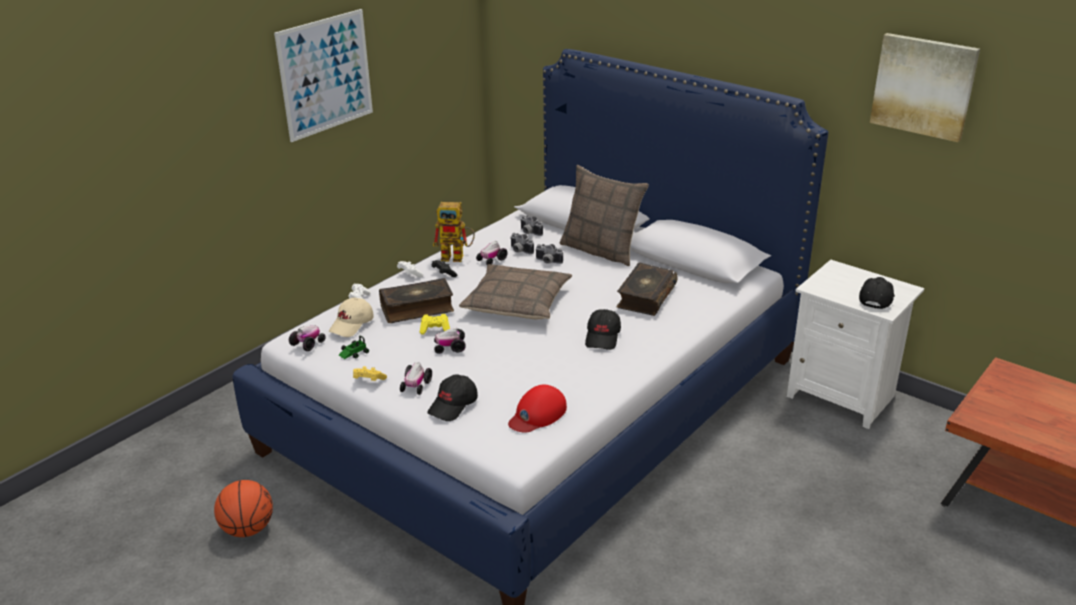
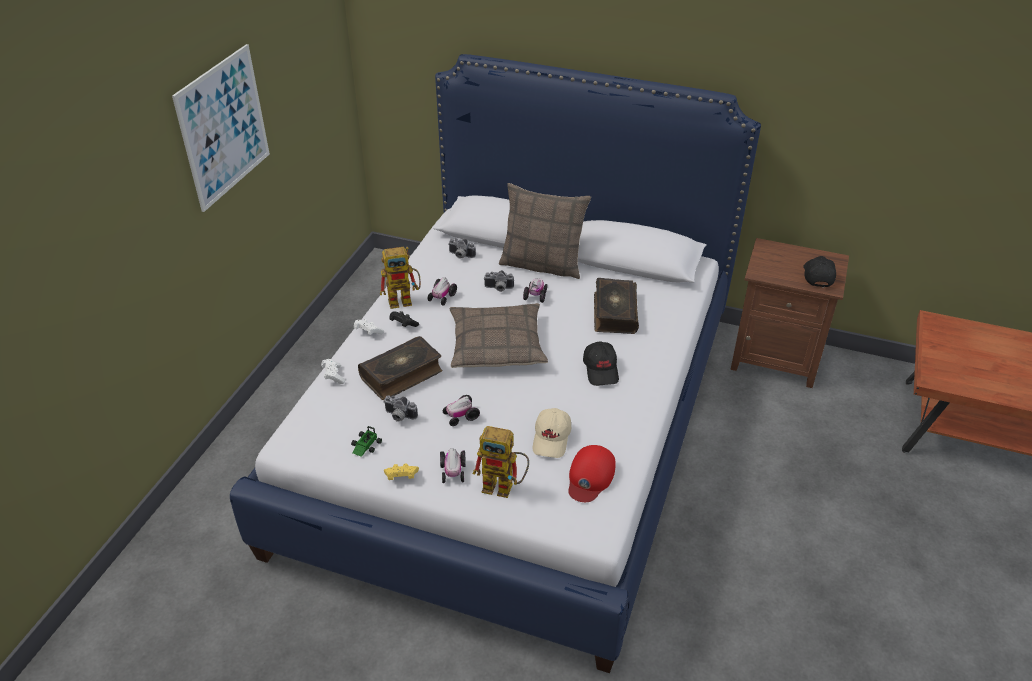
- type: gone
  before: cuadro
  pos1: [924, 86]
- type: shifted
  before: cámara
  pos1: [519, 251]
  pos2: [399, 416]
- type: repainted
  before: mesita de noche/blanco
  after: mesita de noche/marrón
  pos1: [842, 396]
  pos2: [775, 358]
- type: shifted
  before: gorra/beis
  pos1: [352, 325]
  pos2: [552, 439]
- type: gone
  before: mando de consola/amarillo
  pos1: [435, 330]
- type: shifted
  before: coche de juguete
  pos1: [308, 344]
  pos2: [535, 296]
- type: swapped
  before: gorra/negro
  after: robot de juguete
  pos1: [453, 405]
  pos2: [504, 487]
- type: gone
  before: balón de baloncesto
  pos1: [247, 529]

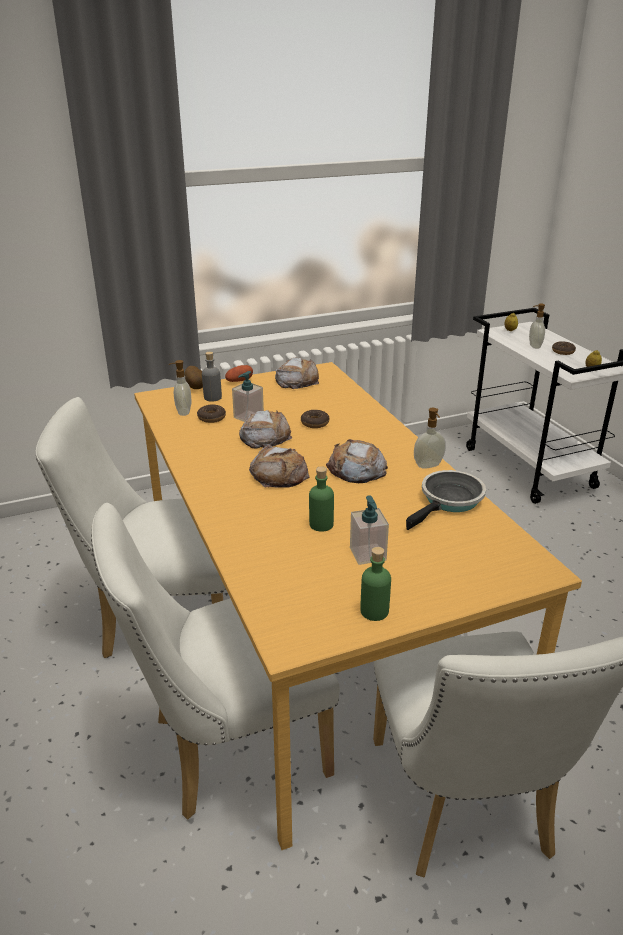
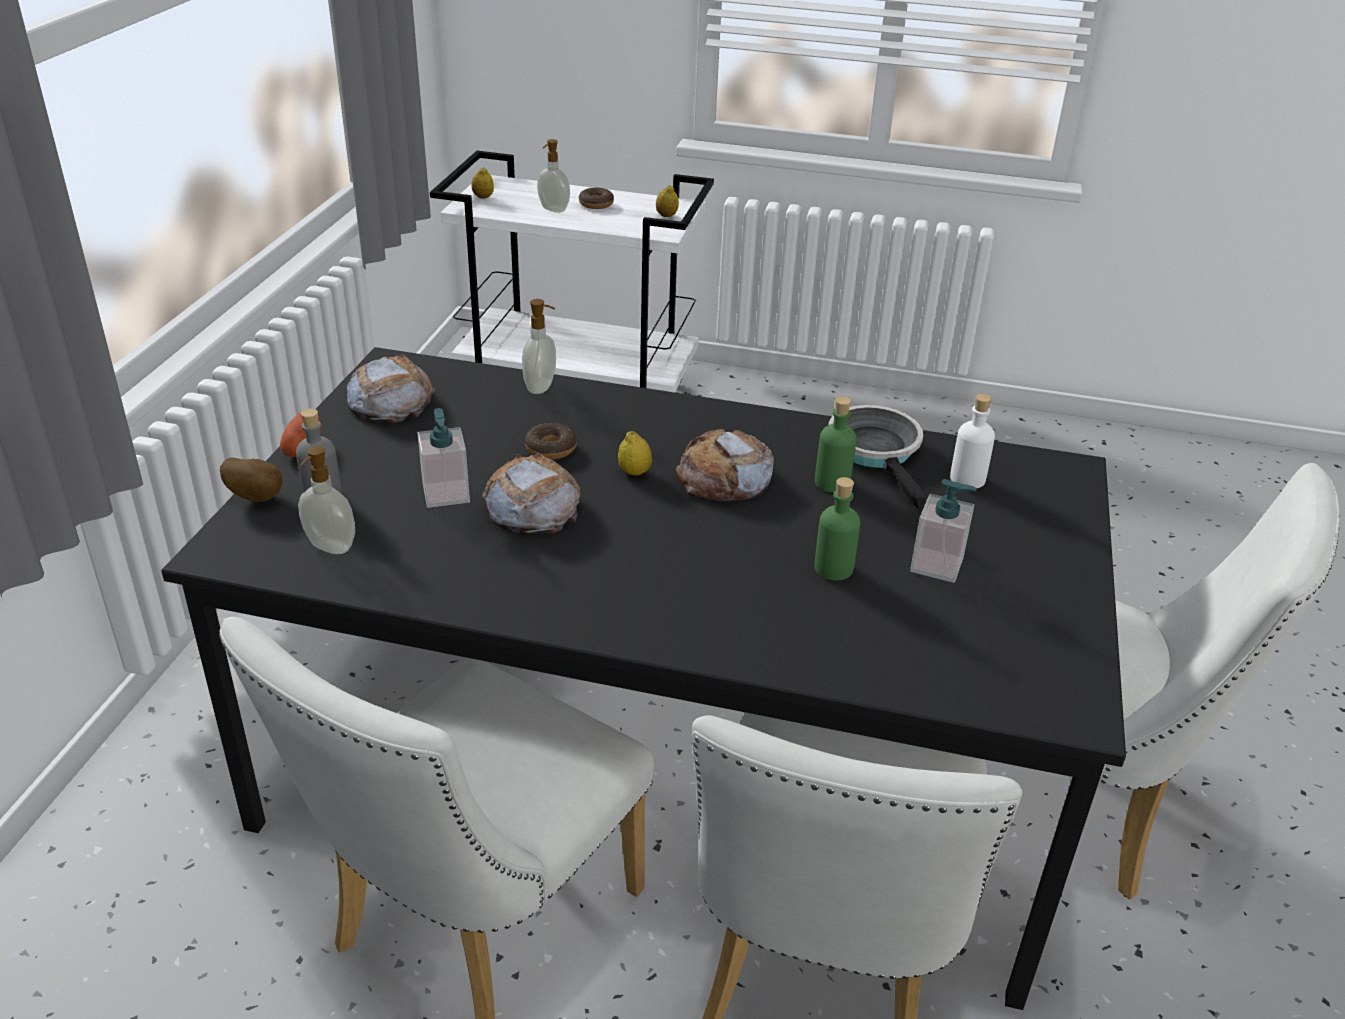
- type: repainted
  before: mesa de comedor/naranja
  after: mesa de comedor/negro
  pos1: [308, 625]
  pos2: [659, 766]
- type: gone
  before: rosquilla
  pos1: [211, 418]
- type: shifted
  before: dispensador de jabón
  pos1: [428, 466]
  pos2: [541, 387]
- type: gone
  before: pan
  pos1: [279, 474]
- type: shifted
  before: botella/verde
  pos1: [374, 611]
  pos2: [832, 482]
- type: new
  after: botella/blanco
  pos2: [967, 479]
- type: new
  after: limón
  pos2: [634, 472]

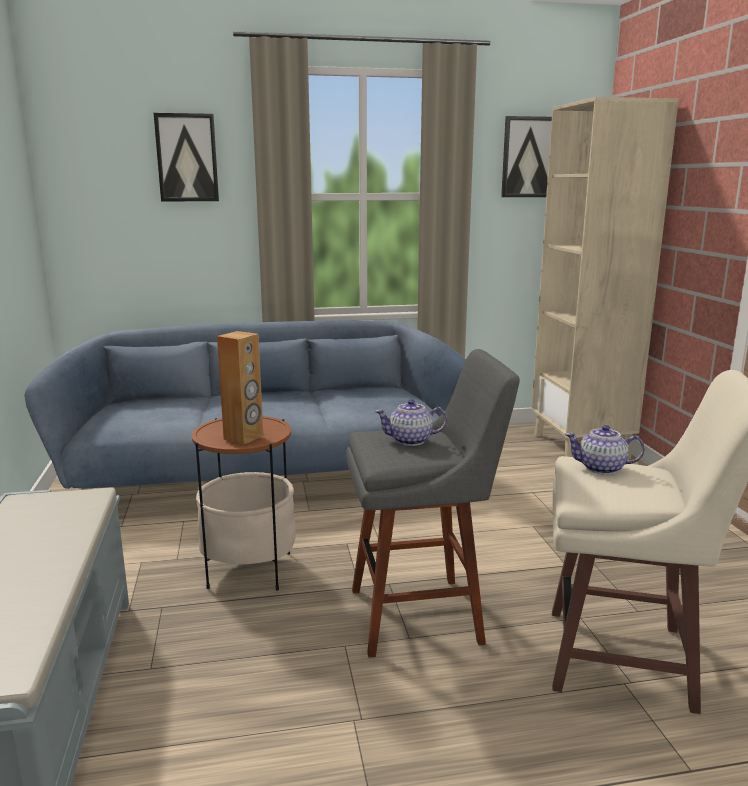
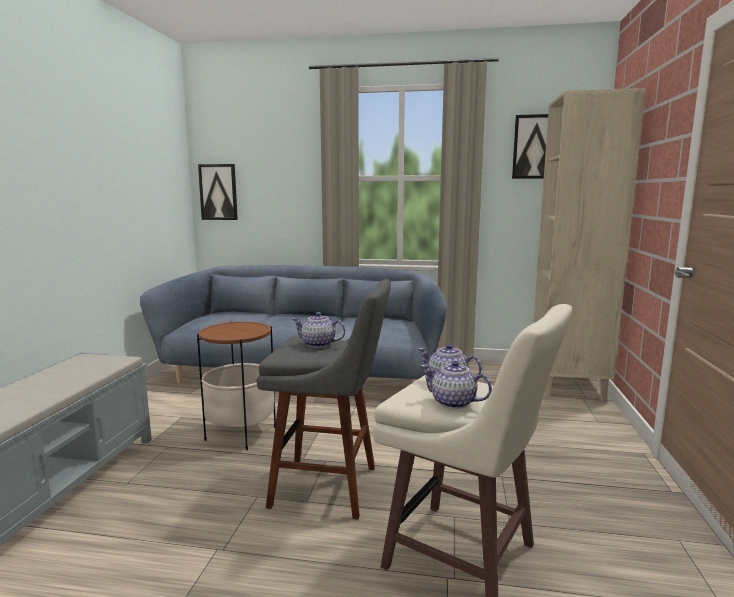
- type: shifted
  before: cuadro
  pos1: [187, 158]
  pos2: [218, 192]
- type: gone
  before: altavoz/marrón
  pos1: [244, 437]
- type: new
  after: tetera
  pos2: [454, 403]

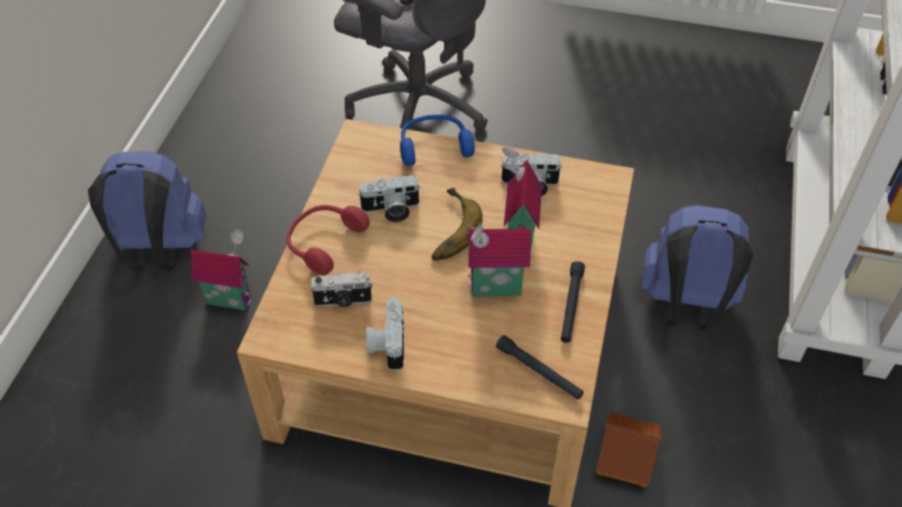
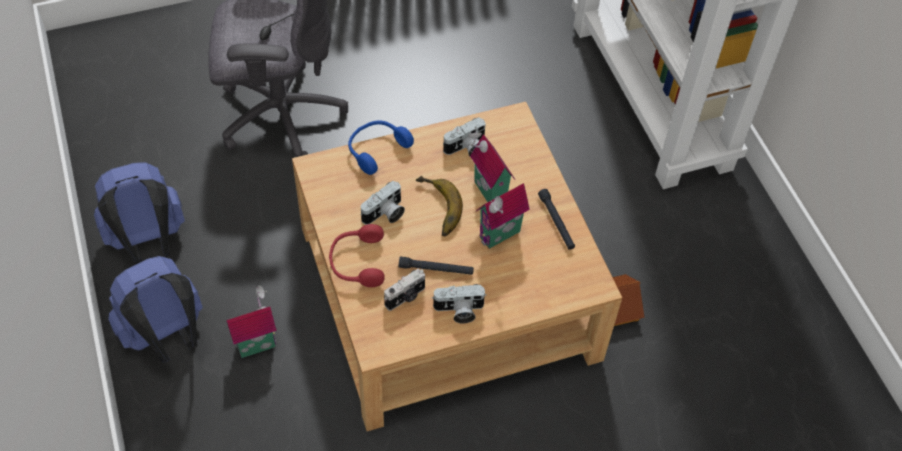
- type: shifted
  before: mochila/azul
  pos1: [686, 307]
  pos2: [148, 243]
- type: rotated
  before: cámara
  pos1: [386, 344]
  pos2: [459, 311]
  turn: -60
- type: shifted
  before: linterna/negro
  pos1: [539, 372]
  pos2: [436, 269]

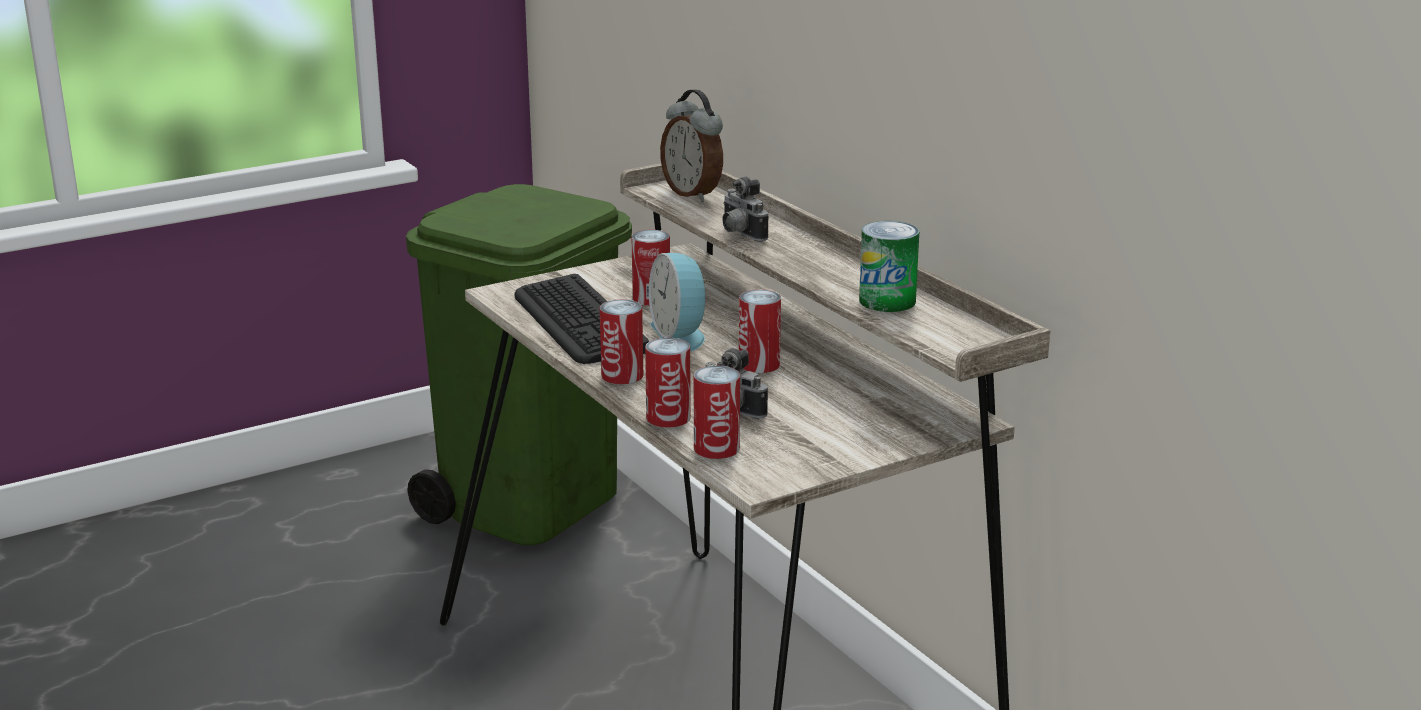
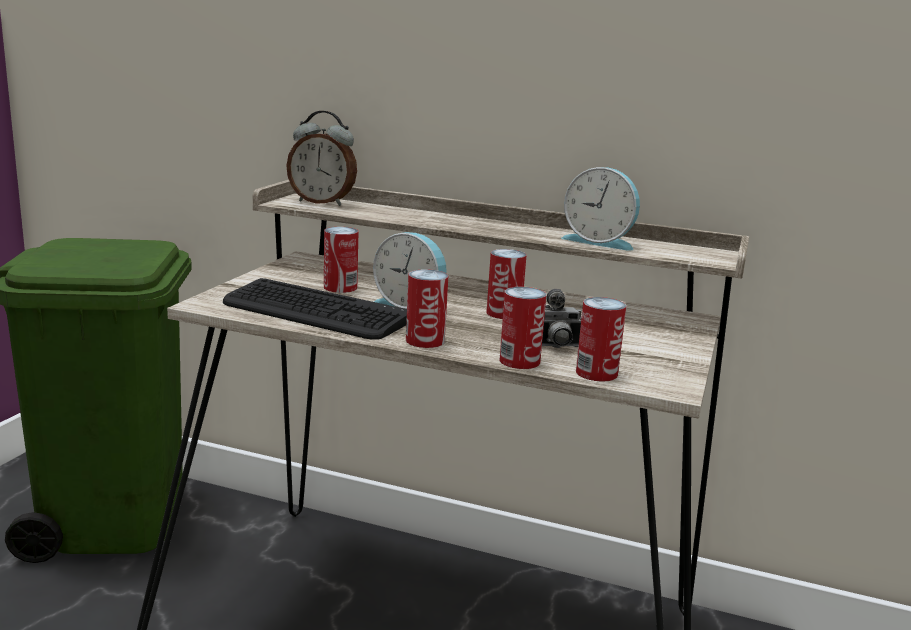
- type: gone
  before: cámara
  pos1: [740, 234]
- type: swapped
  before: lata
  after: despertador
  pos1: [887, 301]
  pos2: [600, 241]

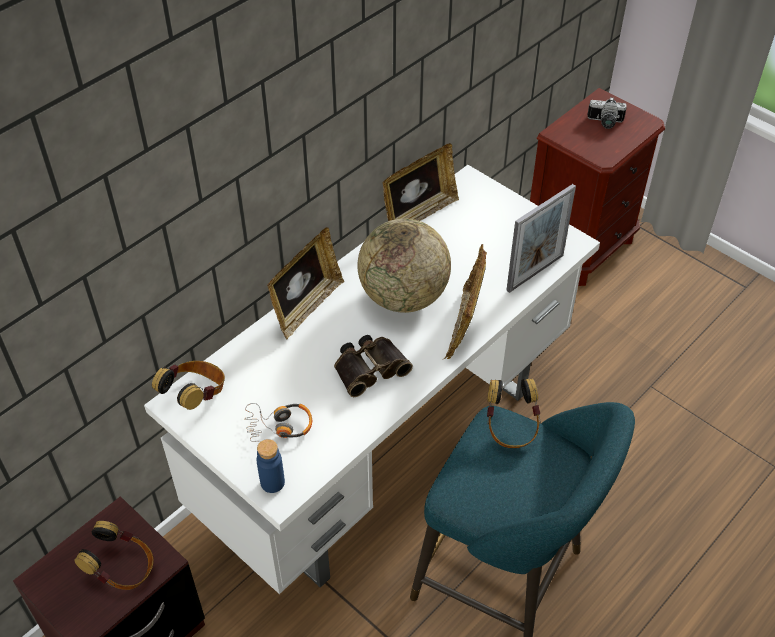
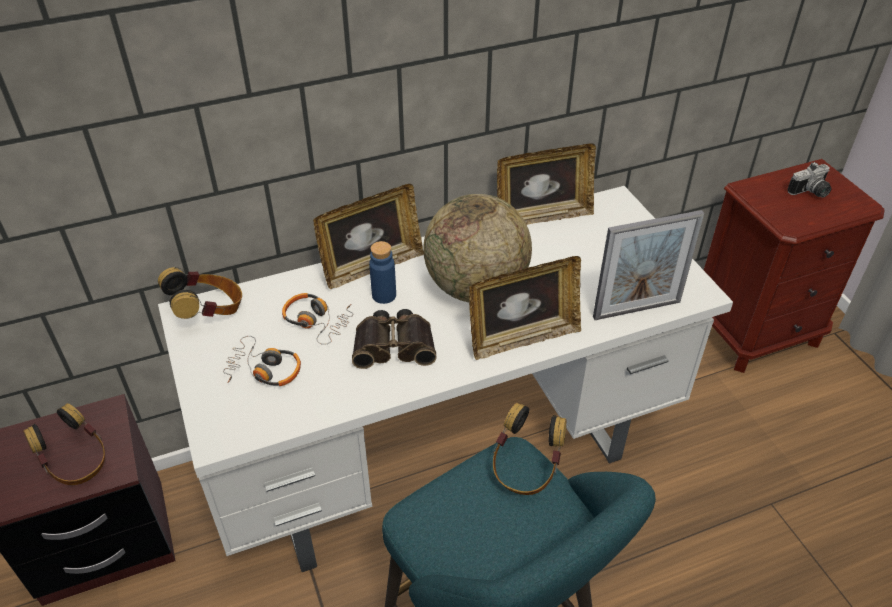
- type: rotated
  before: cámara
  pos1: [605, 123]
  pos2: [810, 192]
  turn: -60
- type: rotated
  before: portarretratos
  pos1: [464, 326]
  pos2: [522, 338]
  turn: -150
- type: shifted
  before: botella/azul
  pos1: [272, 482]
  pos2: [384, 295]
- type: new
  after: auriculares
  pos2: [317, 321]

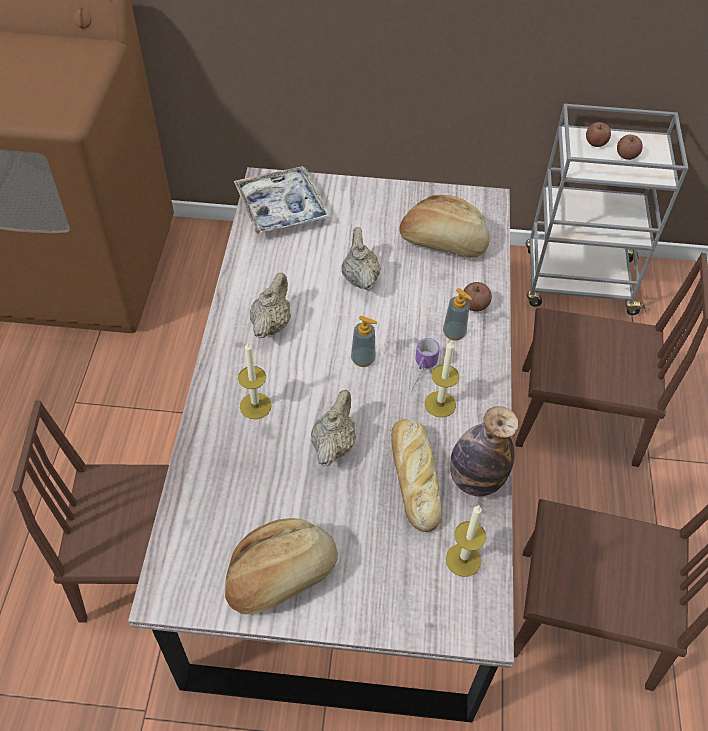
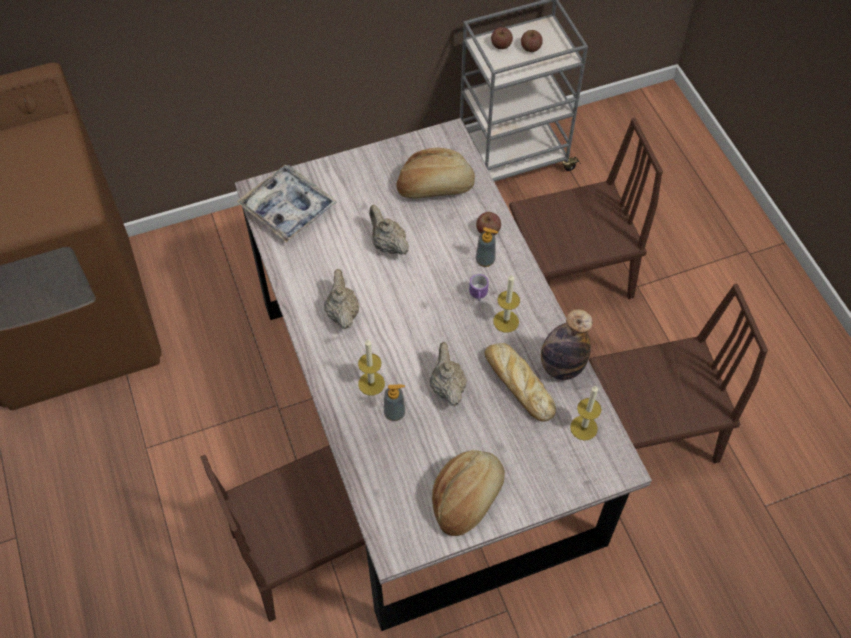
- type: shifted
  before: dispensador de jabón
  pos1: [363, 359]
  pos2: [394, 413]

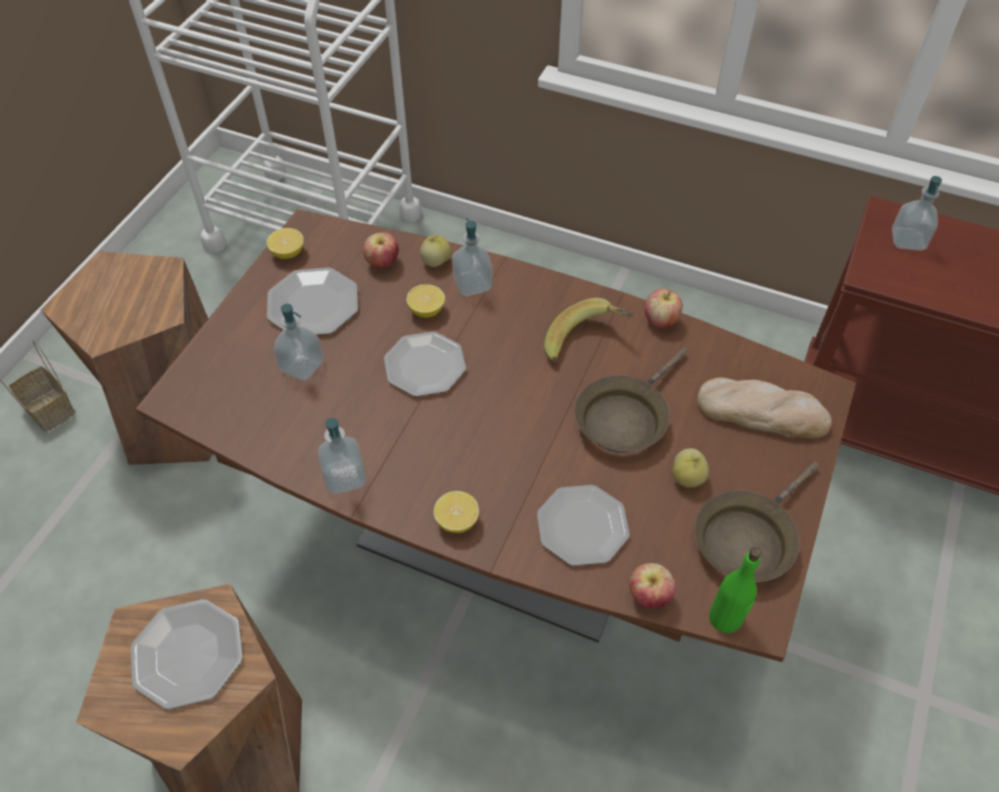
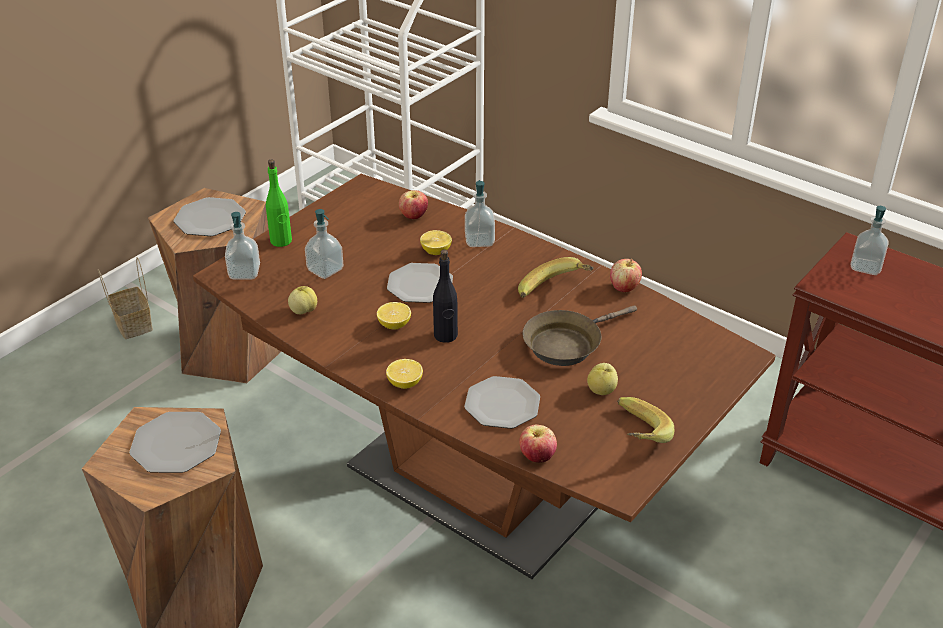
- type: shifted
  before: limón
  pos1: [288, 253]
  pos2: [394, 325]
- type: shifted
  before: manzana
  pos1: [435, 261]
  pos2: [303, 311]
- type: shifted
  before: plato
  pos1: [313, 304]
  pos2: [210, 219]
- type: gone
  before: pan
  pos1: [762, 412]
- type: shifted
  before: dispensador de jabón
  pos1: [345, 477]
  pos2: [244, 273]
- type: swapped
  before: sartén/marrón
  after: plátano
  pos1: [747, 538]
  pos2: [635, 436]
- type: shifted
  before: botella/verde
  pos1: [726, 618]
  pos2: [281, 241]
- type: new
  after: botella/negro
  pos2: [445, 335]

